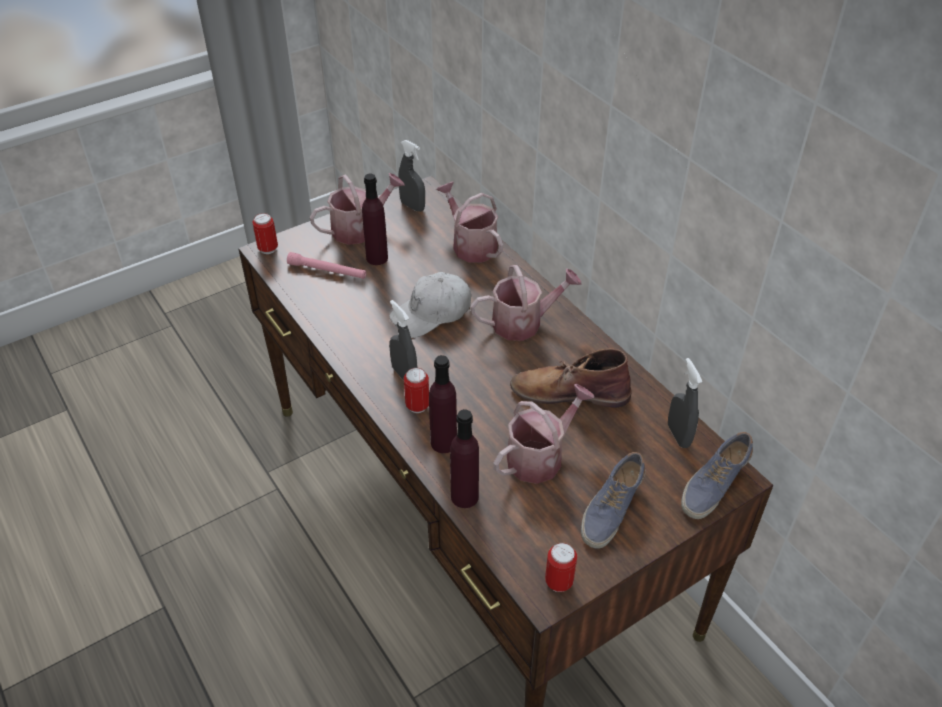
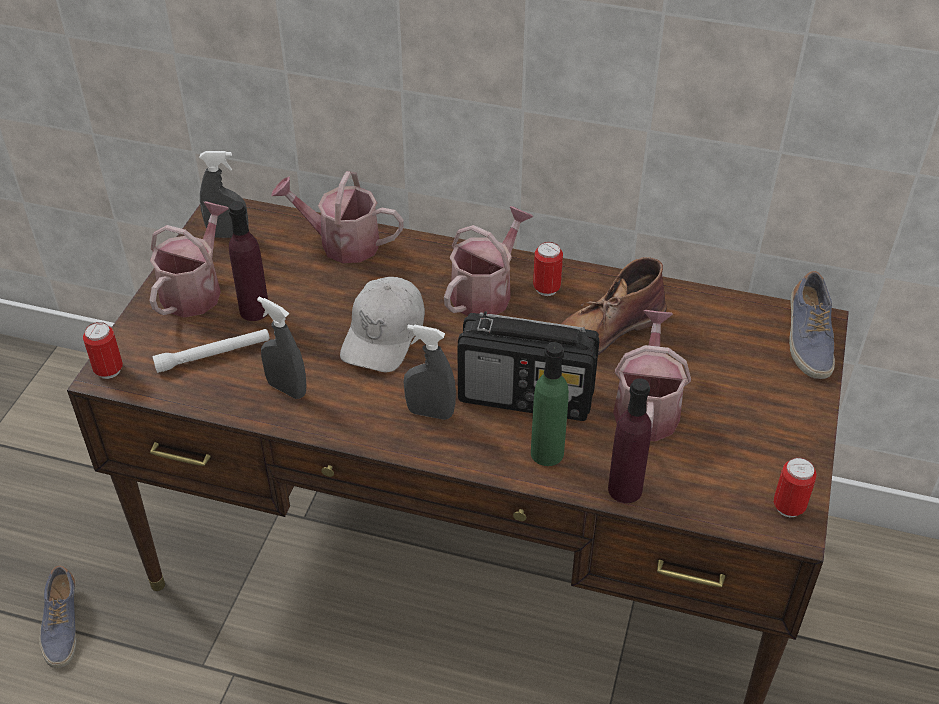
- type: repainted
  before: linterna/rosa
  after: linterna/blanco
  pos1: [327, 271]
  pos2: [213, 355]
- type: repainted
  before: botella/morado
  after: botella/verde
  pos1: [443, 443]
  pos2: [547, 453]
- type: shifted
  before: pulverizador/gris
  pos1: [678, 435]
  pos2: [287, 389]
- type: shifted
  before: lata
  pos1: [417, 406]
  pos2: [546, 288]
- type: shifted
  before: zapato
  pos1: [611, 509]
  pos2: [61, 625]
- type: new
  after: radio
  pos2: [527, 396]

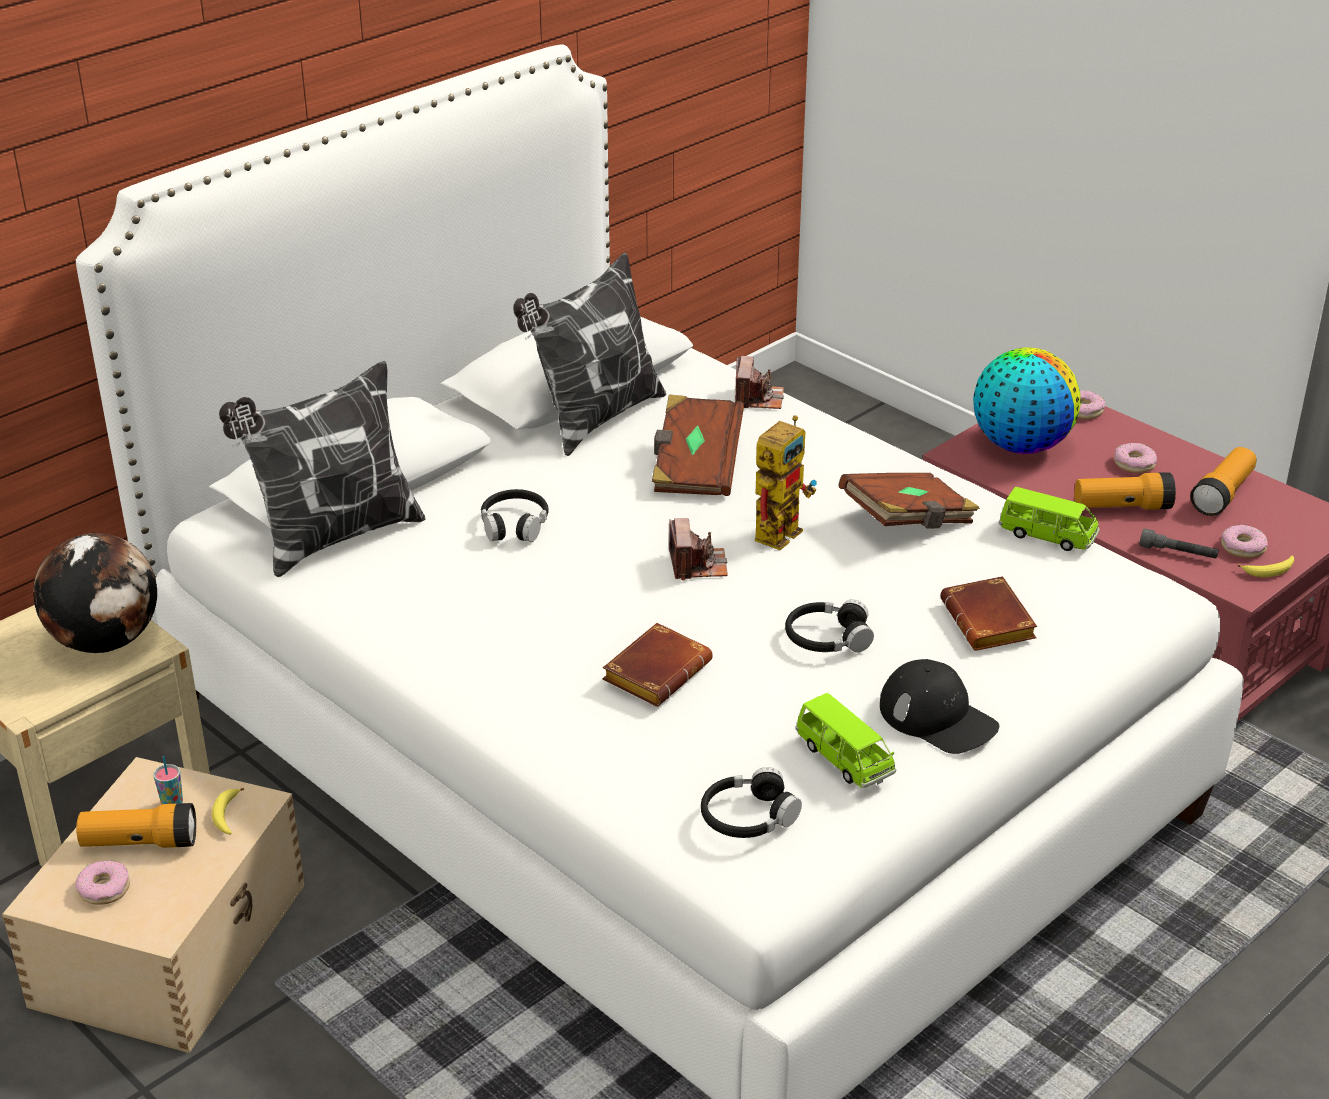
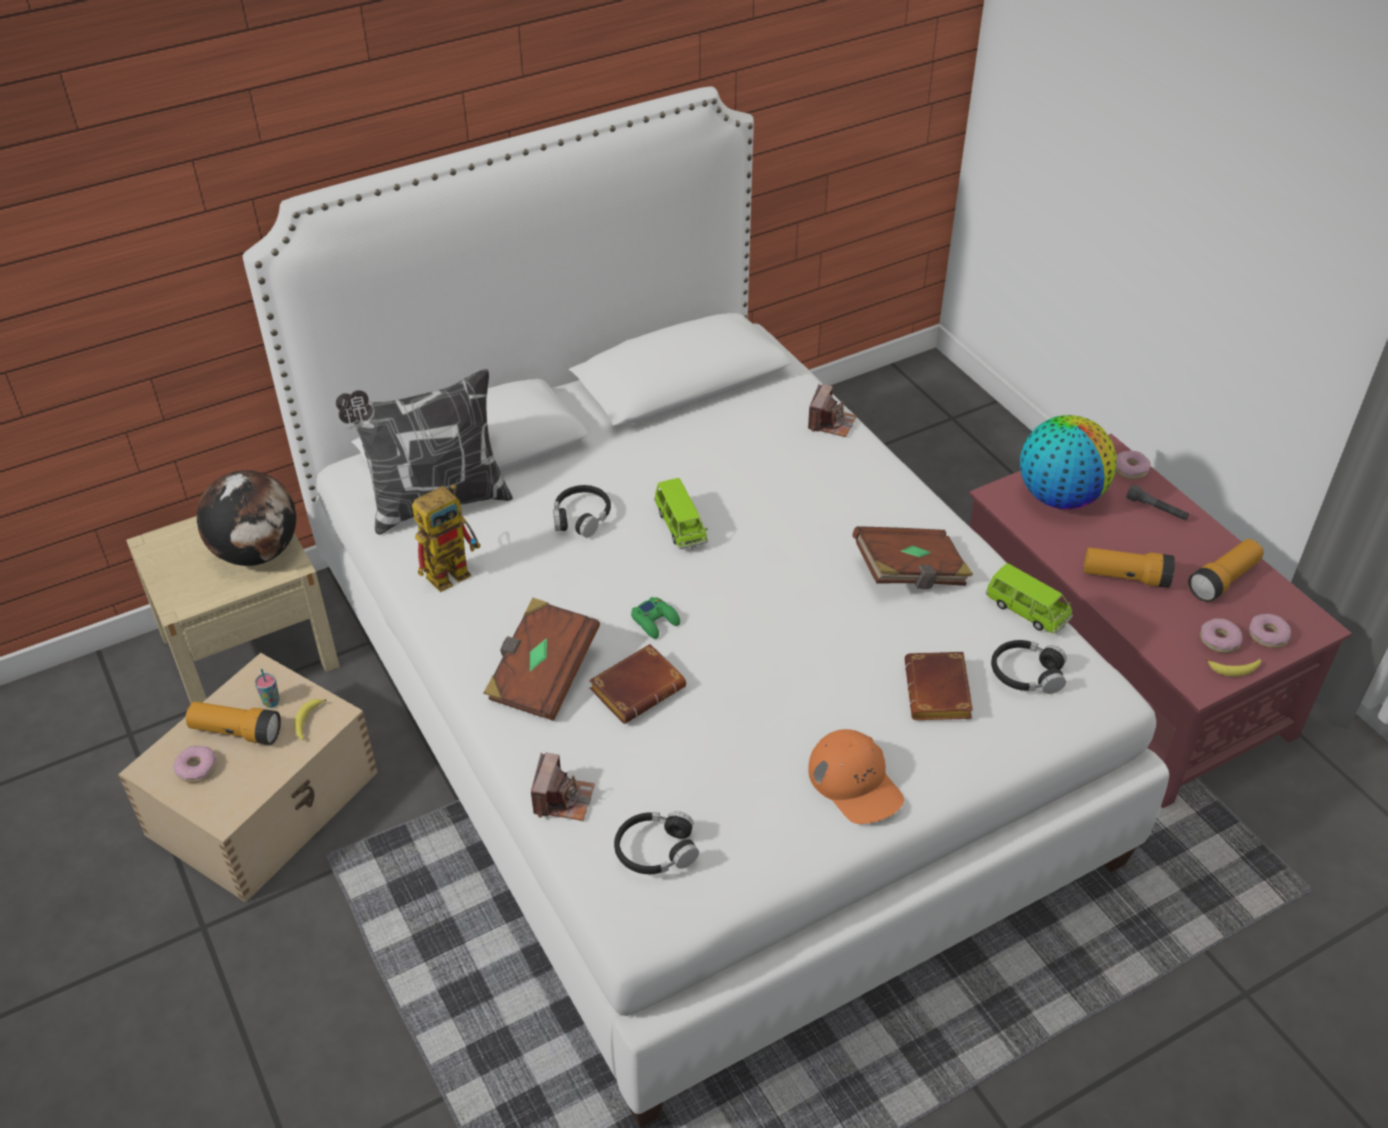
- type: gone
  before: cojín
  pos1: [594, 419]
- type: shifted
  before: libro/marrón
  pos1: [695, 467]
  pos2: [542, 675]
- type: shifted
  before: robot de juguete
  pos1: [780, 529]
  pos2: [454, 570]
- type: shifted
  before: rosquilla
  pos1: [1134, 464]
  pos2: [1268, 635]
- type: shifted
  before: cámara
  pos1: [697, 565]
  pos2: [563, 799]
- type: shifted
  before: linterna/gris
  pos1: [1178, 553]
  pos2: [1156, 509]
- type: shifted
  before: auriculares/negro
  pos1: [827, 638]
  pos2: [1026, 674]
- type: repainted
  before: gorra/negro
  after: gorra/naranja
  pos1: [938, 717]
  pos2: [855, 782]
- type: shifted
  before: coche de juguete/verde
  pos1: [844, 759]
  pos2: [680, 526]
- type: new
  after: mando de consola/verde
  pos2: [655, 621]

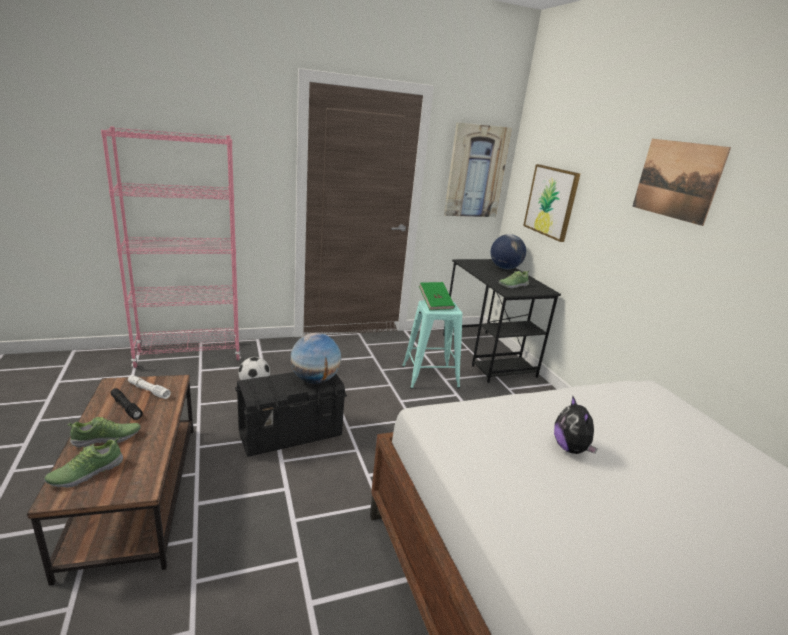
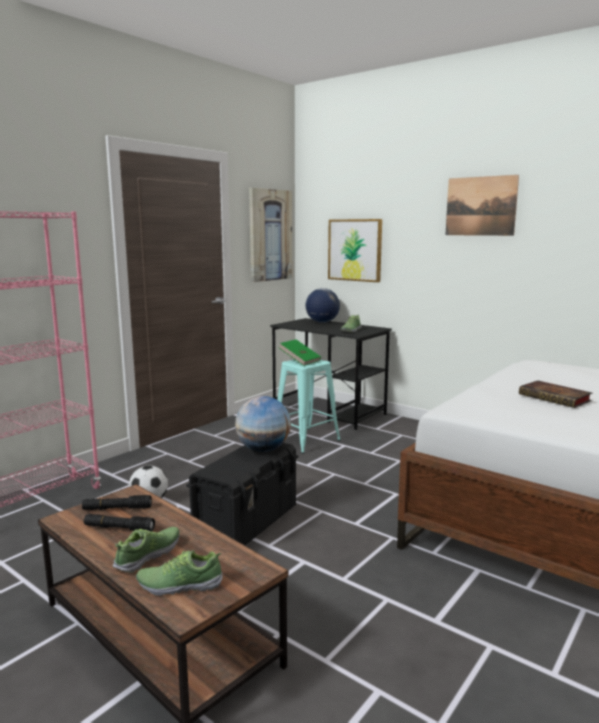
- type: repainted
  before: linterna/blanco
  after: linterna/negro
  pos1: [148, 390]
  pos2: [117, 509]
- type: swapped
  before: peluche
  after: libro
  pos1: [571, 449]
  pos2: [556, 398]
- type: rotated
  before: zapato
  pos1: [86, 472]
  pos2: [180, 584]
  turn: 75

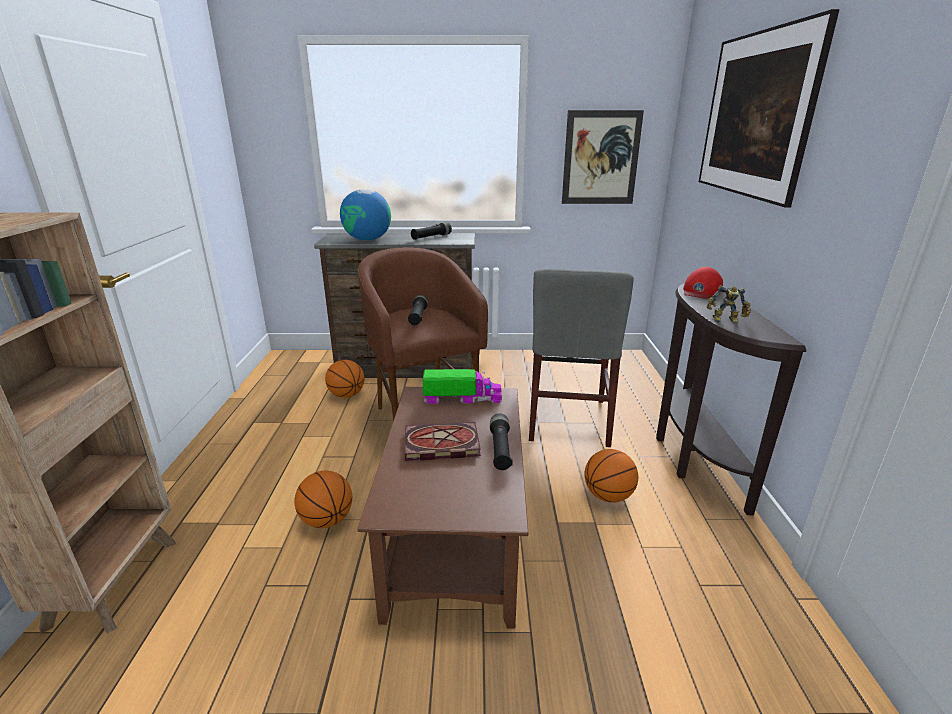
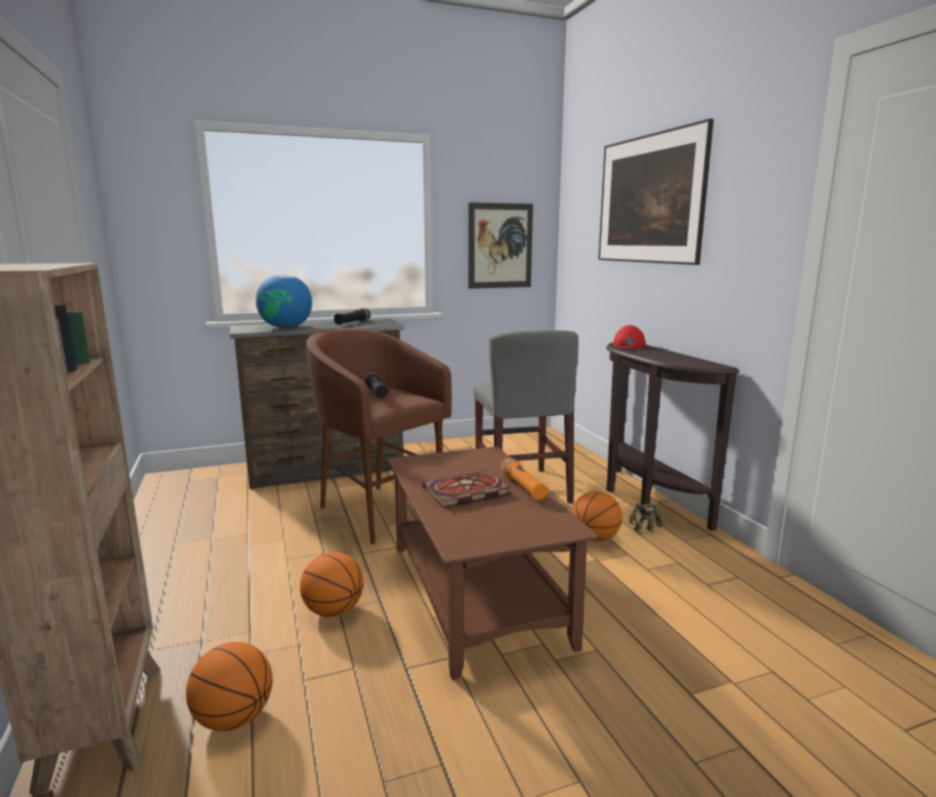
- type: shifted
  before: robot de juguete
  pos1: [726, 320]
  pos2: [646, 531]
- type: shifted
  before: balón de baloncesto
  pos1: [347, 395]
  pos2: [234, 718]
- type: gone
  before: camión de juguete
  pos1: [462, 398]
- type: repainted
  before: linterna/negro
  after: linterna/naranja
  pos1: [500, 449]
  pos2: [523, 487]

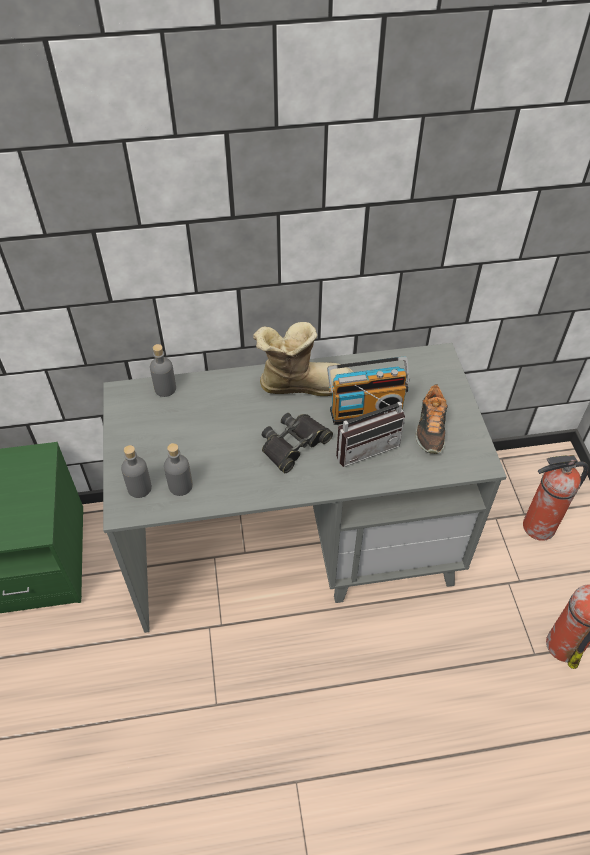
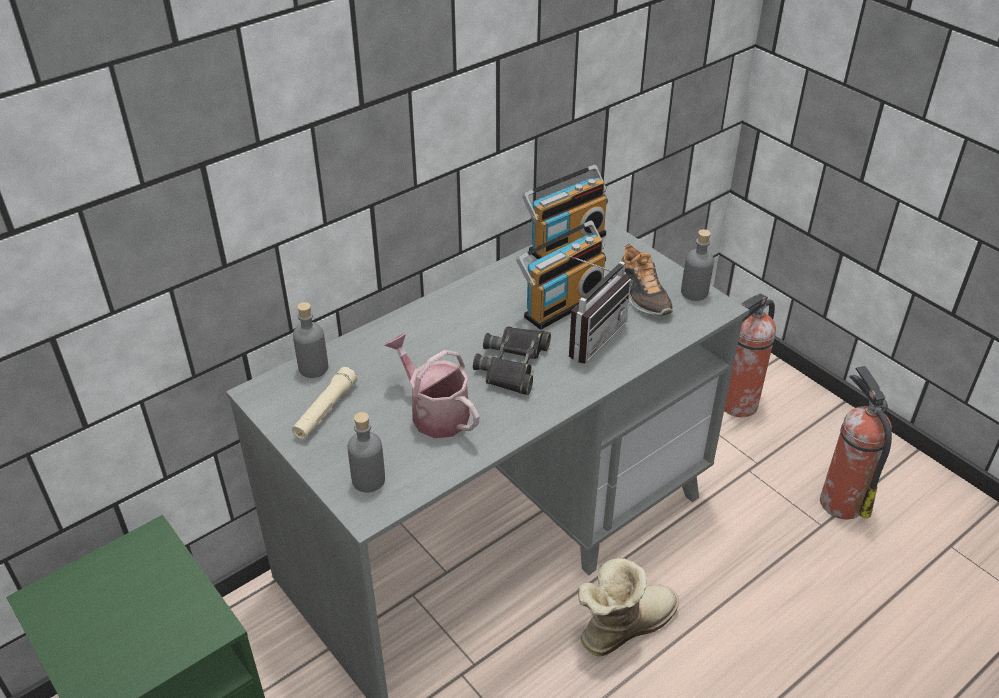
- type: shifted
  before: bota
  pos1: [303, 383]
  pos2: [622, 625]
- type: shifted
  before: botella/gris
  pos1: [180, 486]
  pos2: [694, 292]
- type: new
  after: radio
  pos2: [565, 241]
- type: new
  after: regadera
  pos2: [434, 412]
- type: new
  after: linterna/beis
  pos2: [325, 410]

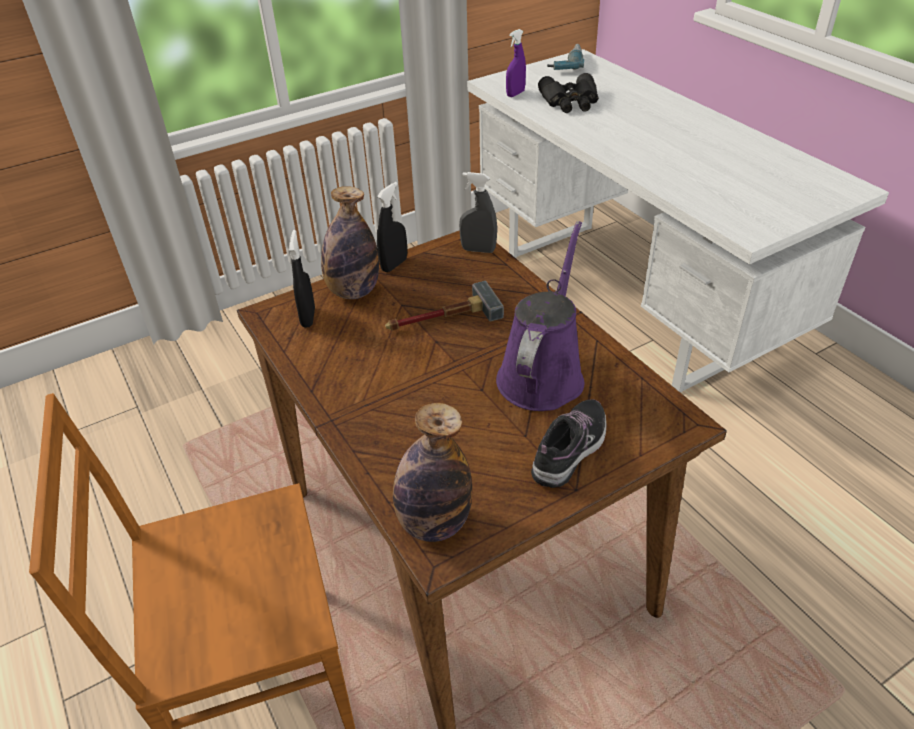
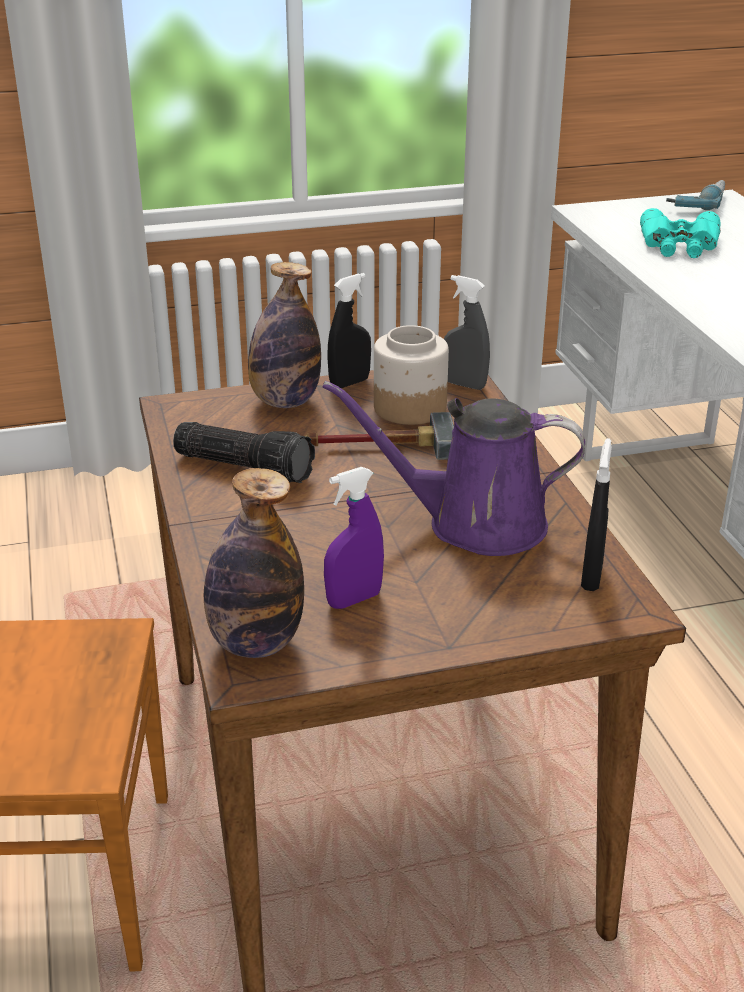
- type: shifted
  before: pulverizador/morado
  pos1: [515, 94]
  pos2: [354, 599]
- type: repainted
  before: prismáticos/negro
  after: prismáticos/turquesa
  pos1: [570, 102]
  pos2: [679, 245]
- type: rotated
  before: regadera/morado
  pos1: [542, 374]
  pos2: [474, 524]
  turn: -120
- type: shifted
  before: pulverizador/negro
  pos1: [308, 317]
  pos2: [591, 577]
- type: gone
  before: zapato
  pos1: [570, 449]
- type: new
  after: tarro
  pos2: [409, 408]
- type: new
  after: linterna
  pos2: [246, 467]

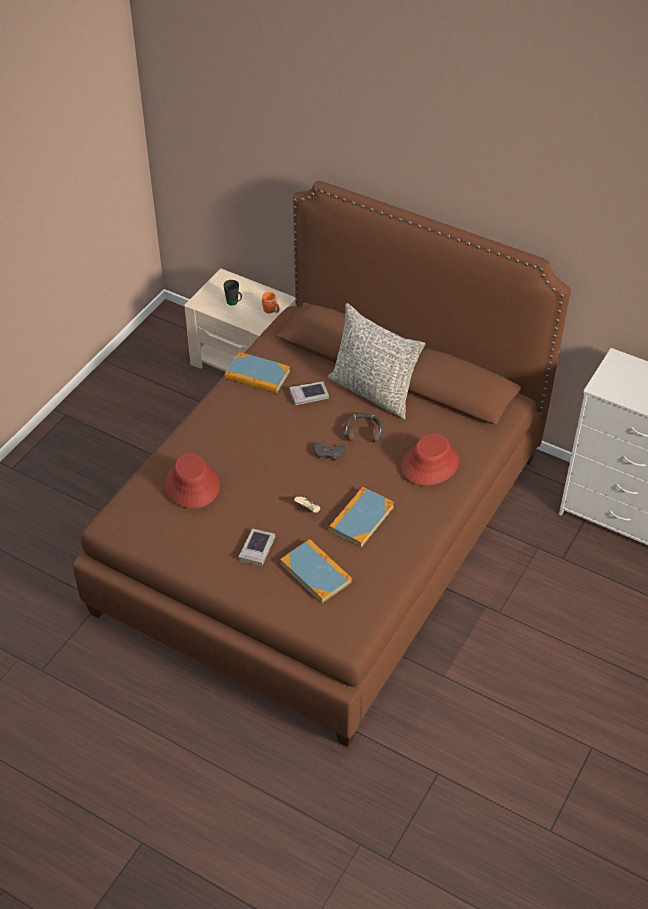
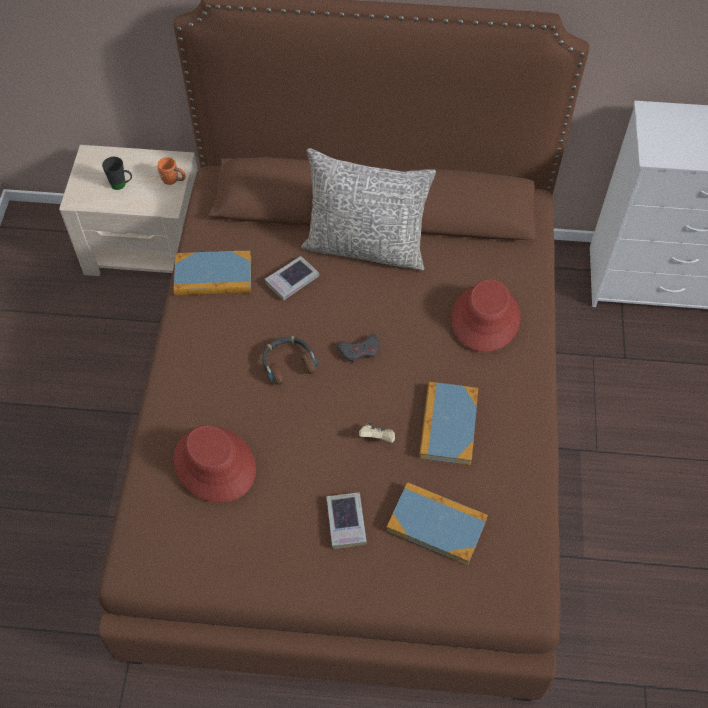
- type: shifted
  before: auriculares
  pos1: [363, 431]
  pos2: [288, 362]

